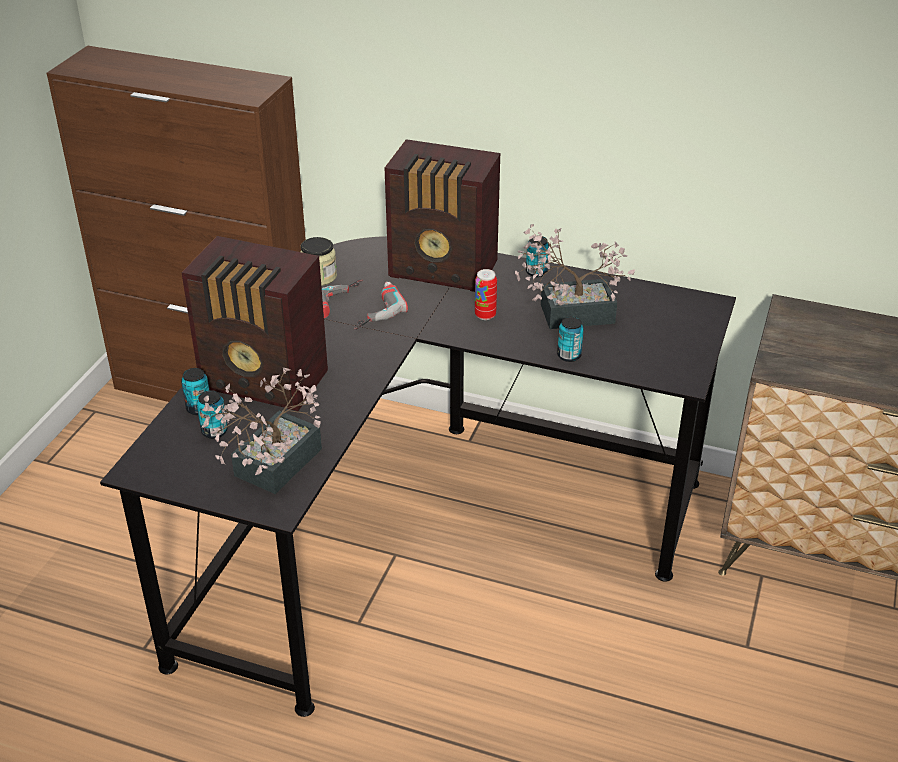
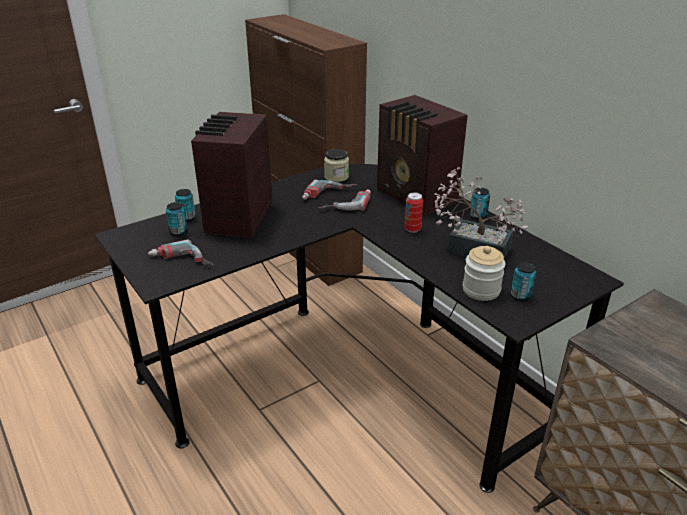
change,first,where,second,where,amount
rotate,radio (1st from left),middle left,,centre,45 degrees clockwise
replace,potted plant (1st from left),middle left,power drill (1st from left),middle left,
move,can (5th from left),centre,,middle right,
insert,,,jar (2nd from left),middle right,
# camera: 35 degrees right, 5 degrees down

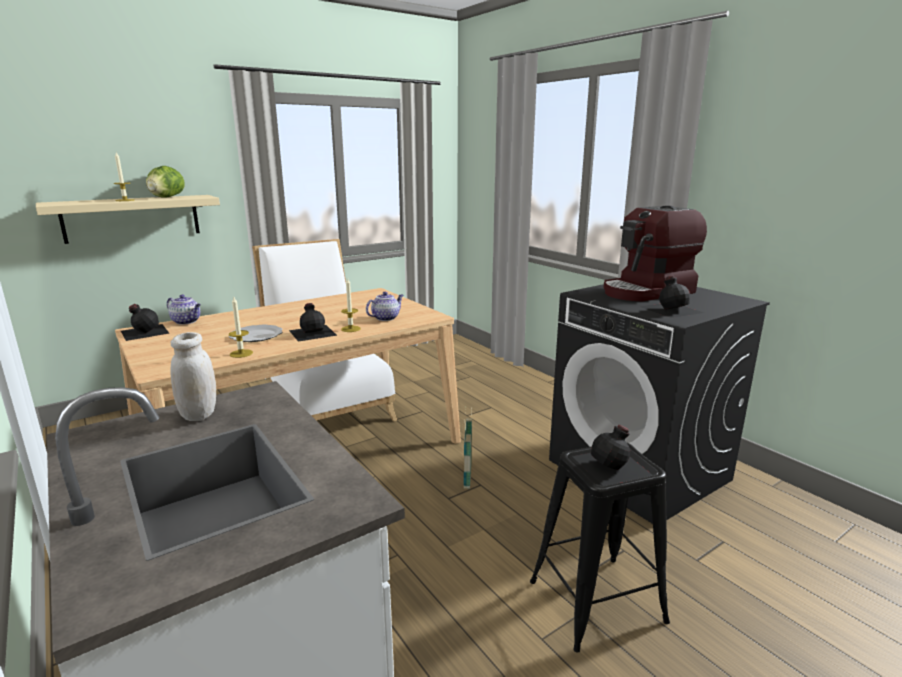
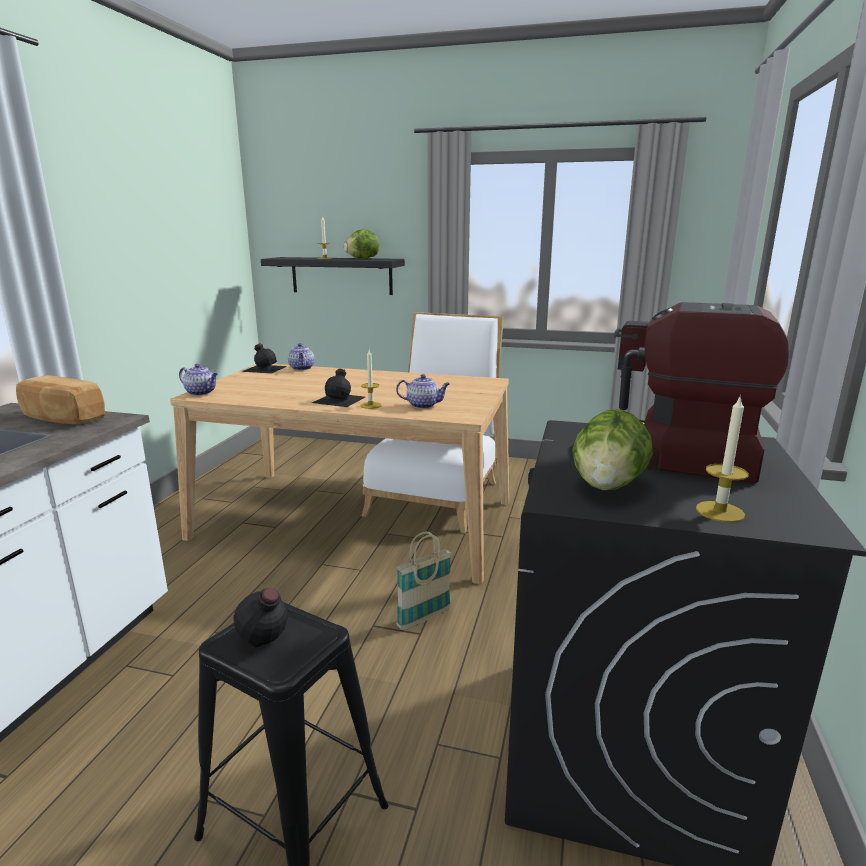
change,first,where,second,where,amount
recolor,beige shelf,top left,black shelf,top centre,
replace,white jar,middle left,bread,middle left,
move,candle (2nd from left in the first image),middle left,candle (3rd from left),middle right,
delete,plate,middle left,,,
replace,black bottle (4th from left),middle right,lettuce (2nd from left),middle right,
insert,,,teapot (1st from left),middle left,
# camera: 50 degrees right, 0 degrees up

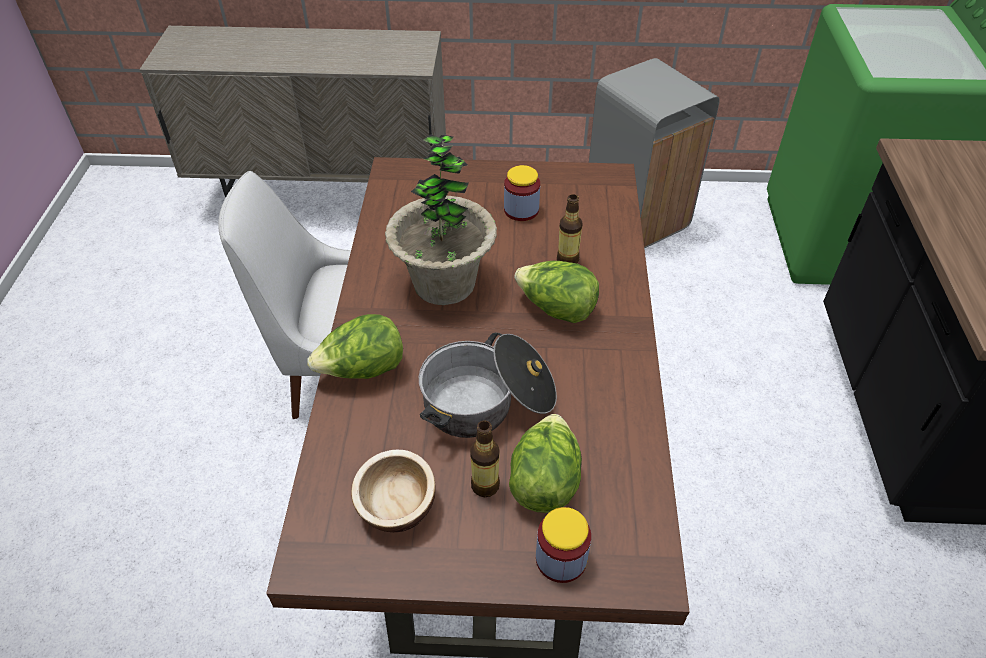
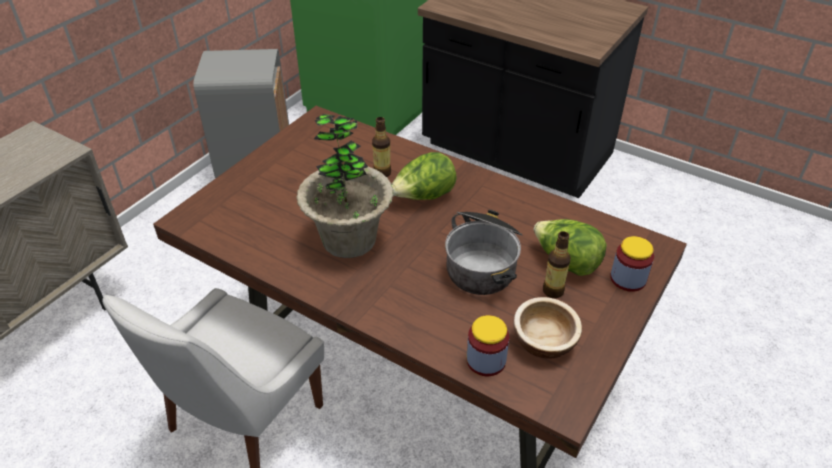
change,first,where,second,where,amount
delete,lettuce (1st from left),centre,,,
move,jar (1st from left),top centre,,bottom centre,
# camera: 60 degrees left, 5 degrees down

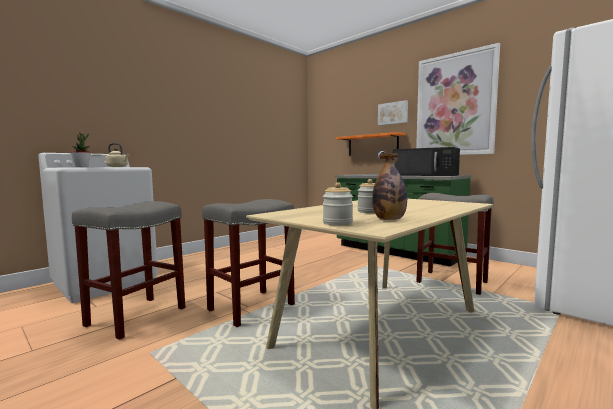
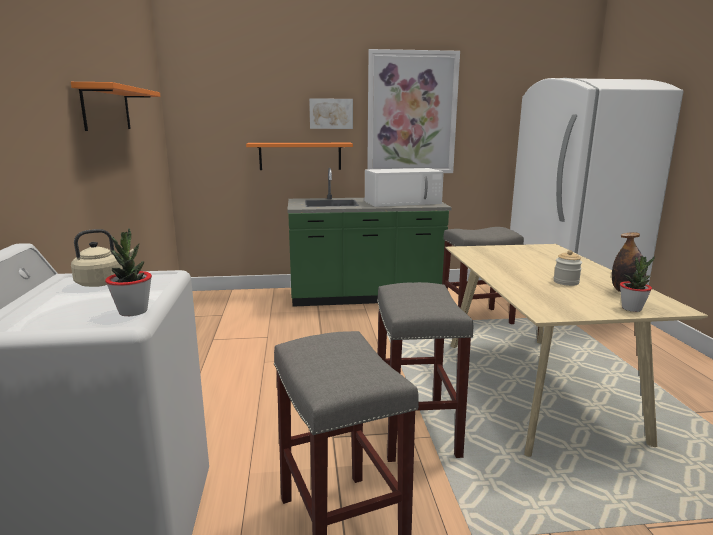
change,first,where,second,where,amount
replace,jar (1st from left),centre,potted plant (2nd from left),middle right,
recolor,black microwave,middle right,white microwave,centre,
insert,,,orange shelf (1st from left),top left,
# camera: 50 degrees left, 10 degrees up

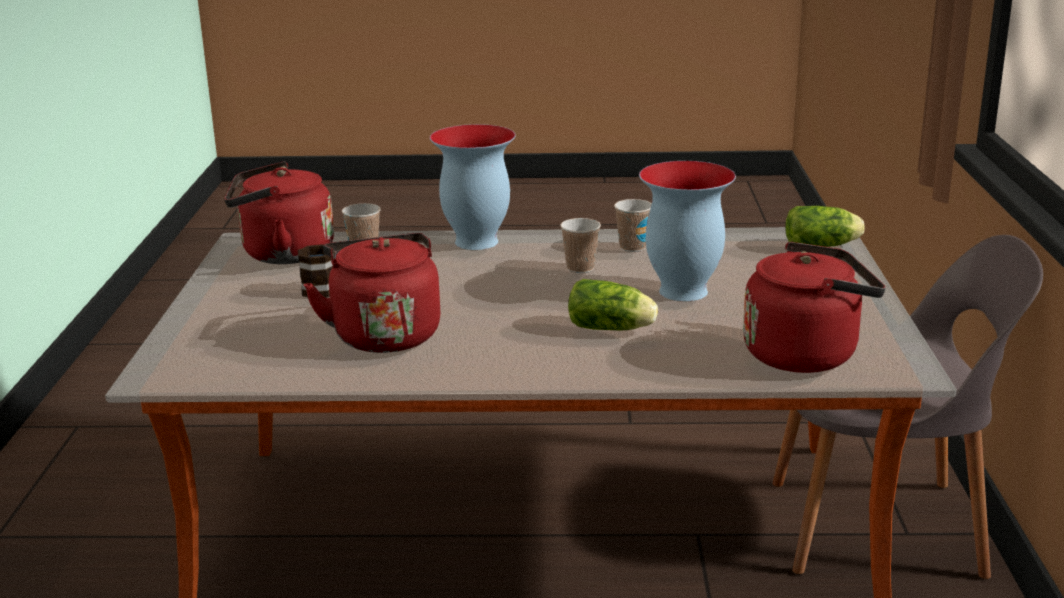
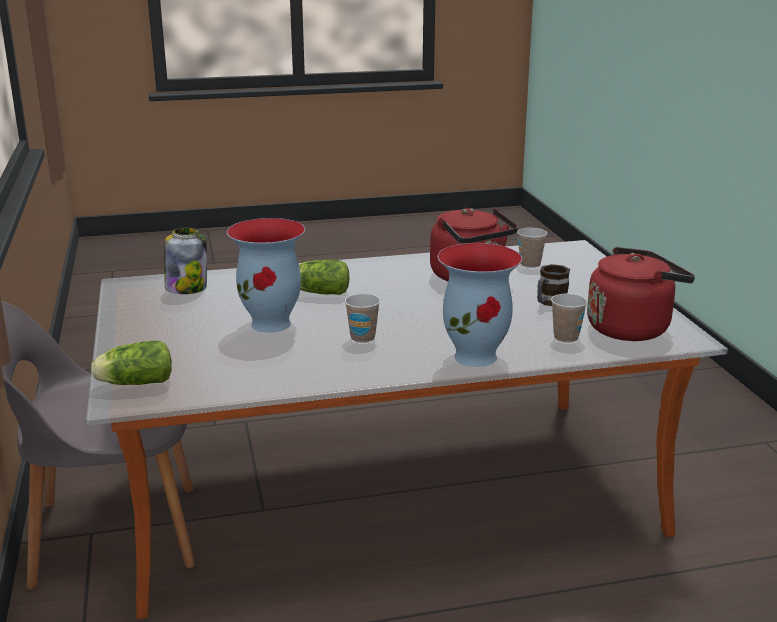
change,first,where,second,where,amount
move,cup (3rd from left in the first image),centre,cup (2nd from left),middle right,
replace,red kettle (3rd from left),middle right,jar,middle left,
# camera: 165 degrees right, 0 degrees up

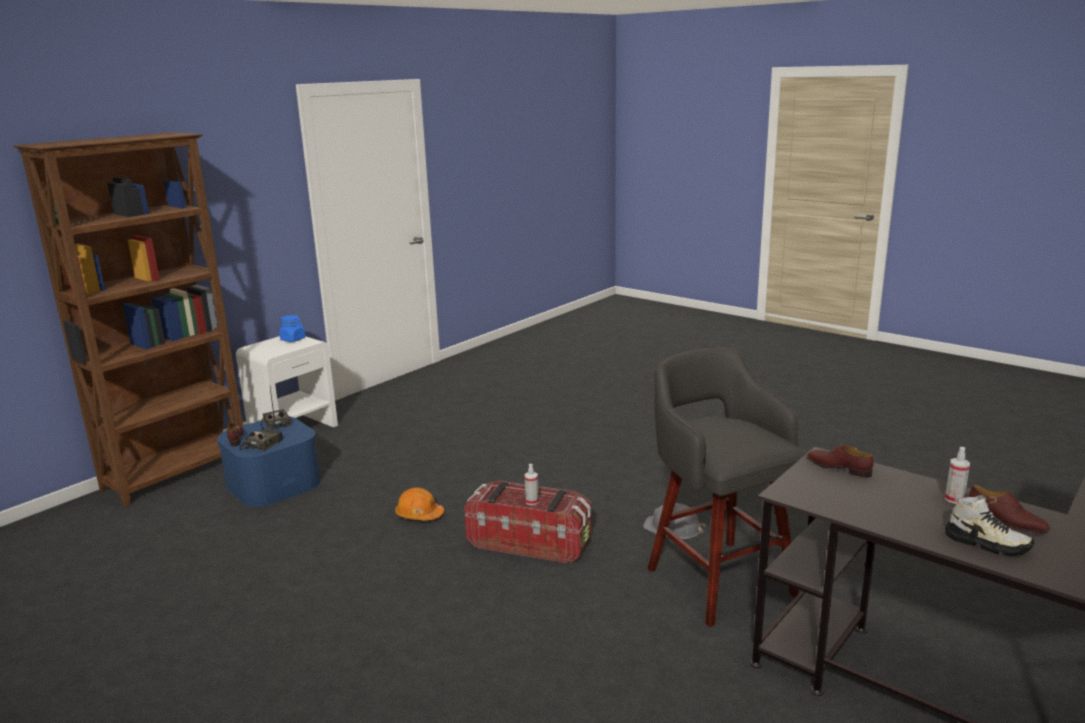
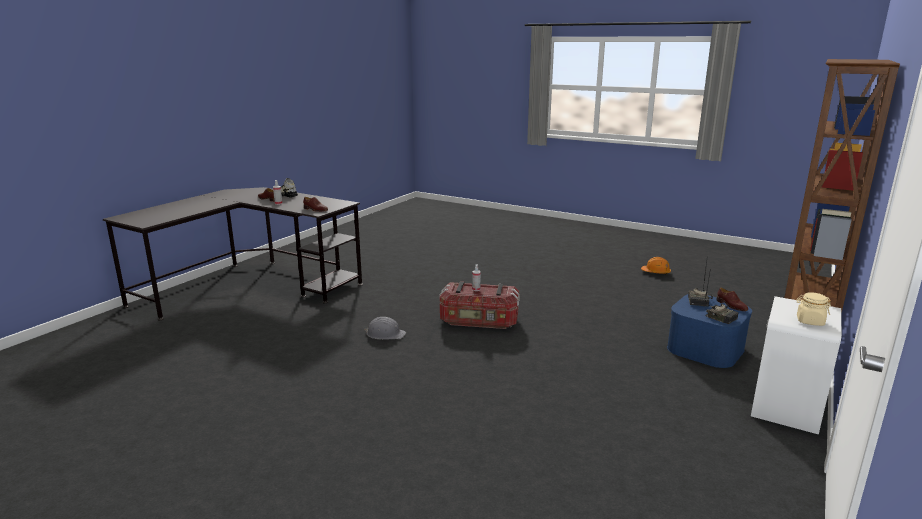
change,first,where,second,where,amount
recolor,blue jar,middle left,beige jar,middle right,
move,orange hard hat,bottom centre,,middle right,
delete,grey stool,bottom right,,,
# camera: 170 degrees right, 0 degrees up

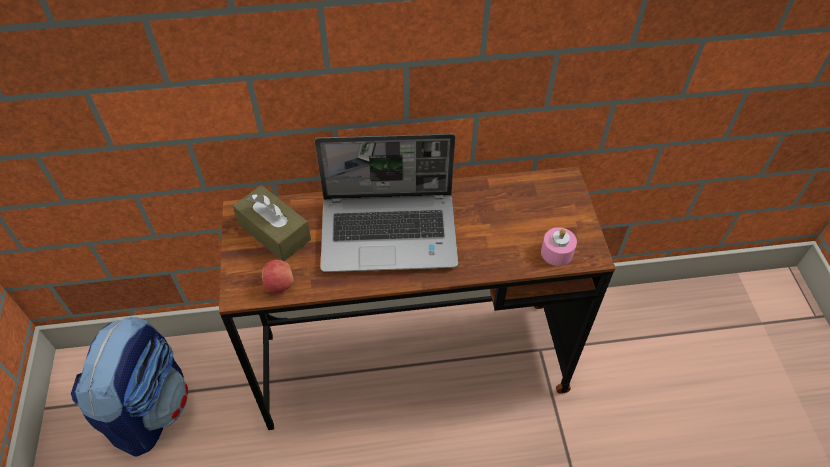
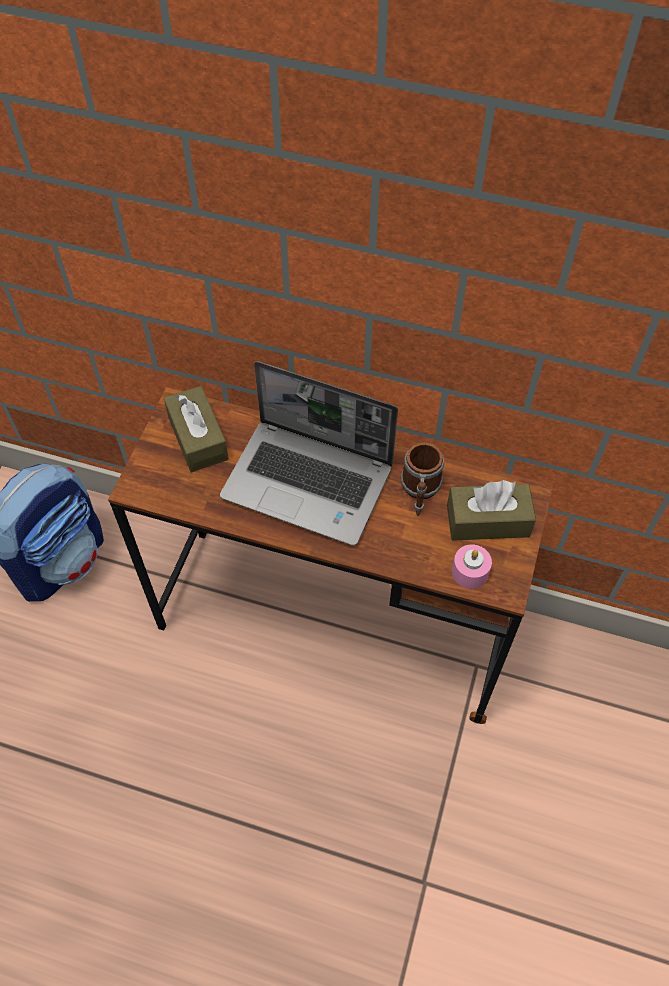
change,first,where,second,where,amount
delete,apple,centre,,,
insert,,,mug,centre,
insert,,,brown tissue box (2nd from left),middle right,
# camera: 25 degrees right, 5 degrees up

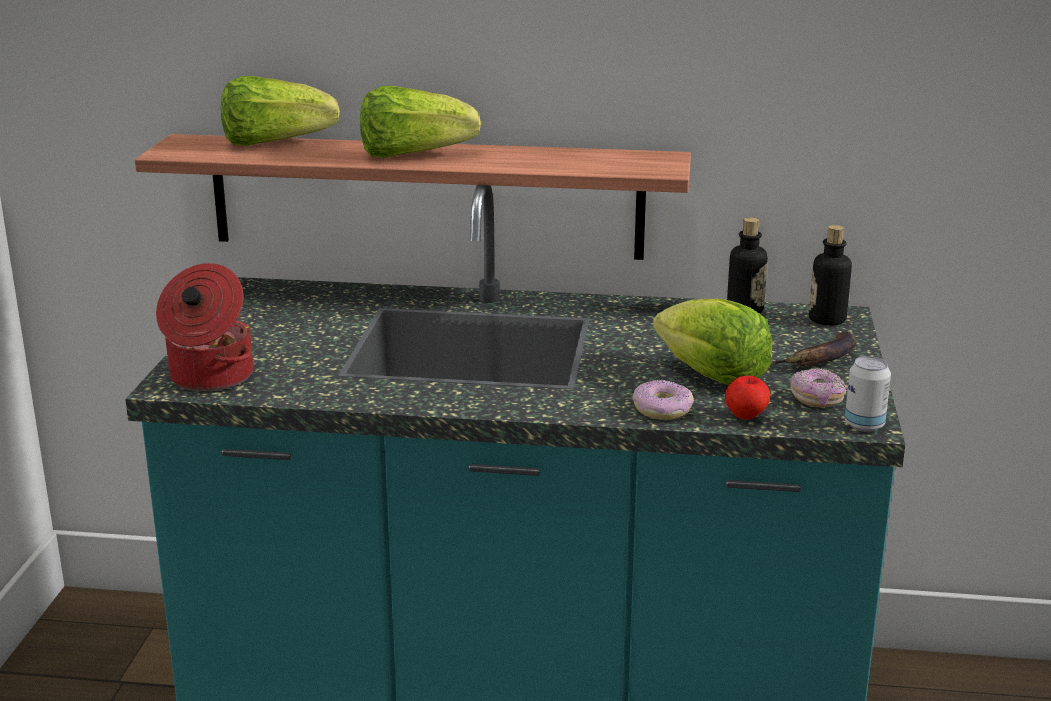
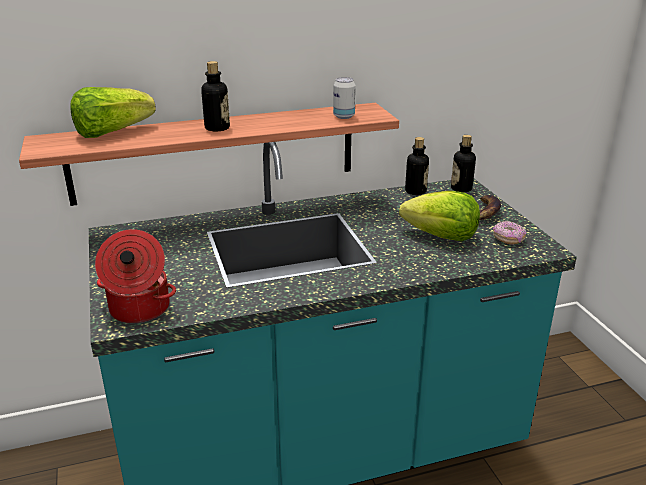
change,first,where,second,where,amount
replace,lettuce (2nd from left),top centre,bottle (1st from left),top left,
delete,donut (1st from left),centre,,,
delete,apple,middle right,,,
move,can,middle right,,top centre,
# camera: 25 degrees left, 5 degrees up

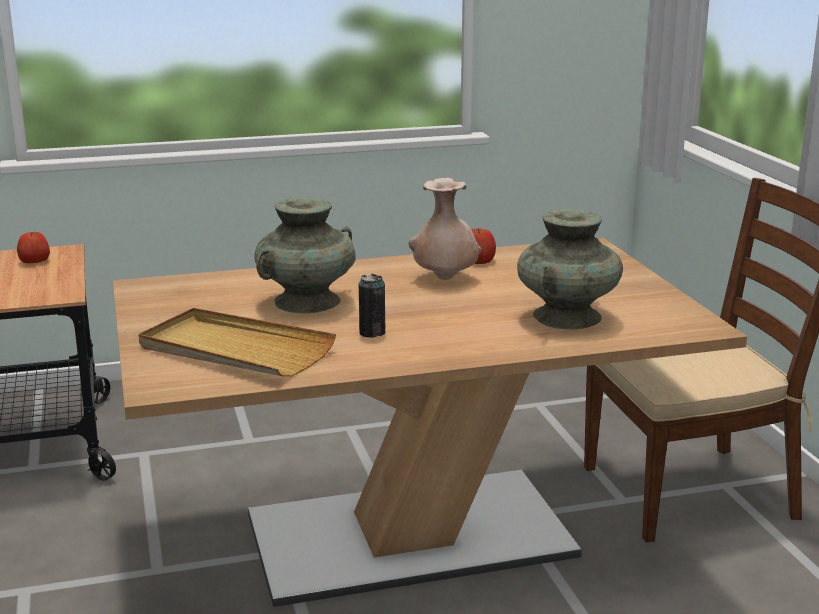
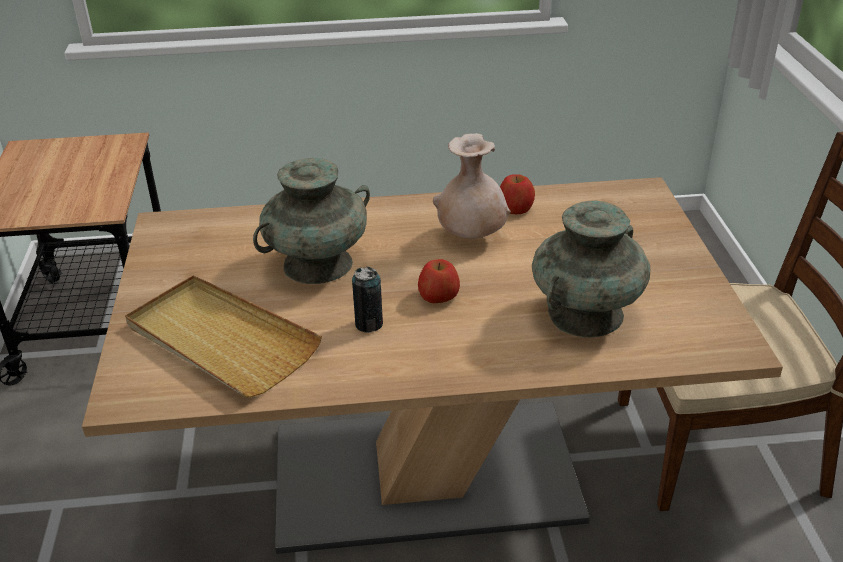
change,first,where,second,where,amount
move,apple (1st from left),middle left,,centre,
# camera: 10 degrees right, 15 degrees up

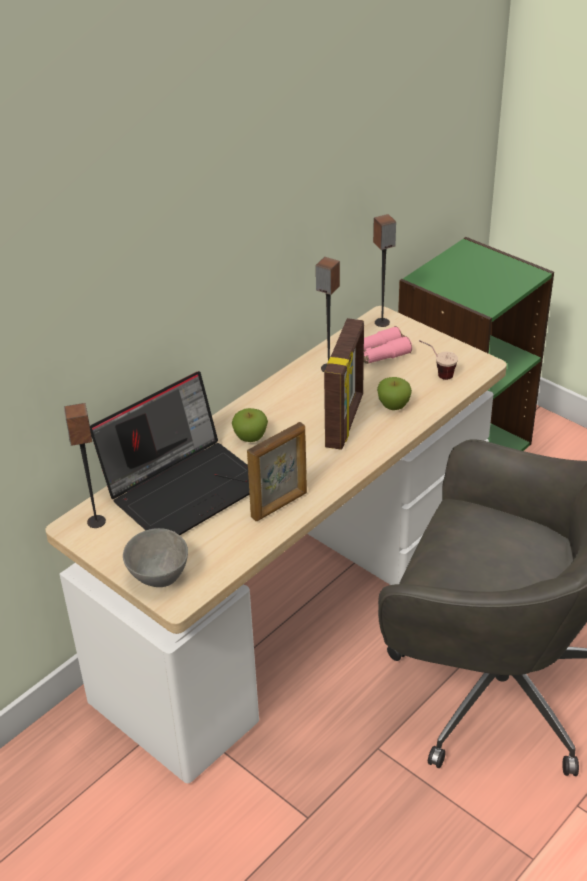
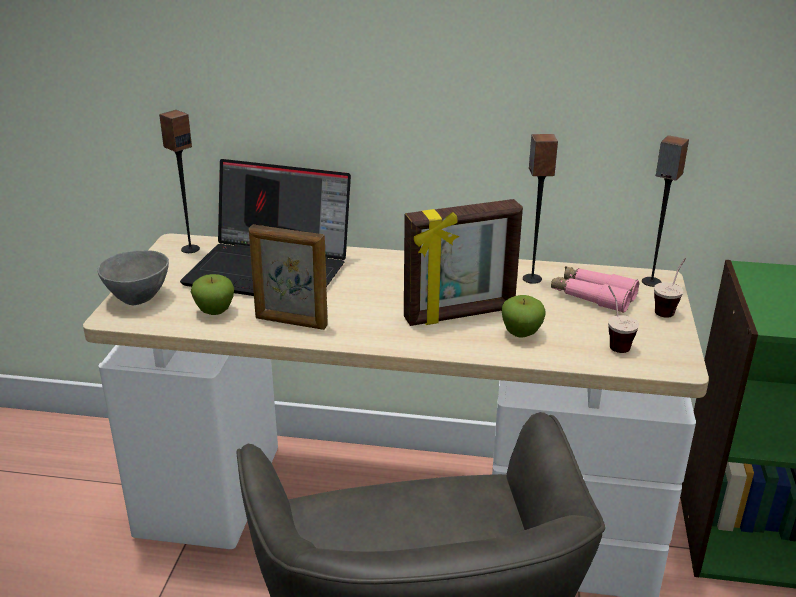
change,first,where,second,where,amount
move,apple (1st from left),centre,,middle left,
insert,,,cup (2nd from left),middle right,
# camera: 55 degrees right, 10 degrees down

